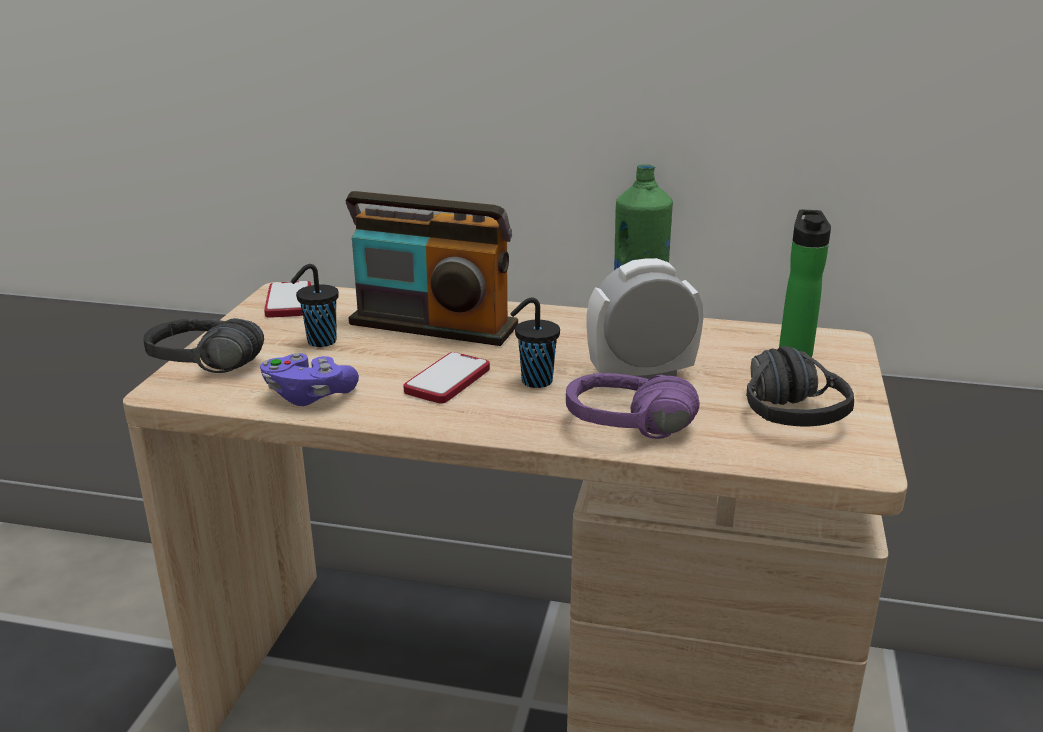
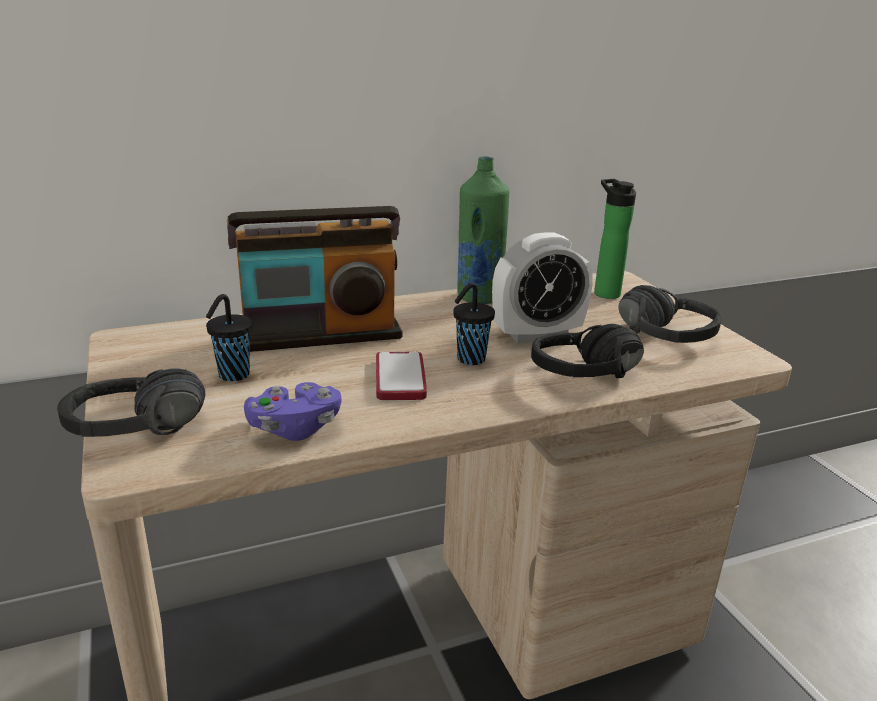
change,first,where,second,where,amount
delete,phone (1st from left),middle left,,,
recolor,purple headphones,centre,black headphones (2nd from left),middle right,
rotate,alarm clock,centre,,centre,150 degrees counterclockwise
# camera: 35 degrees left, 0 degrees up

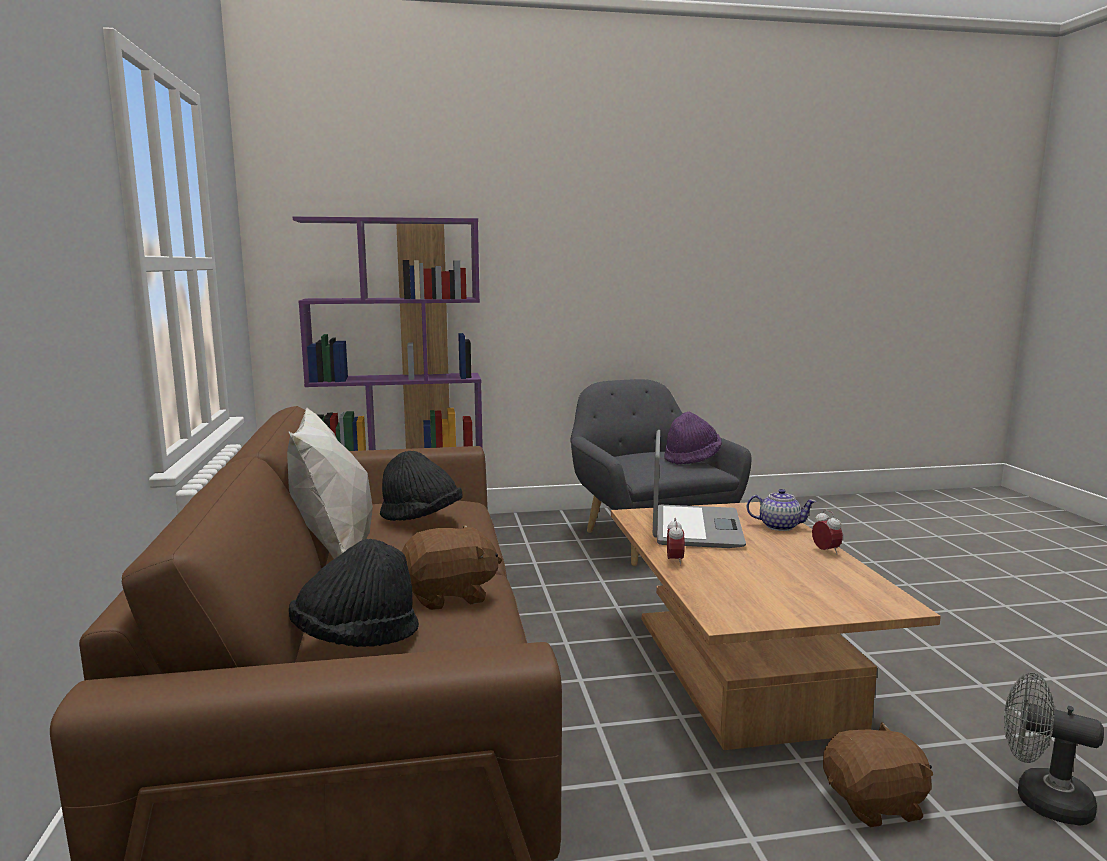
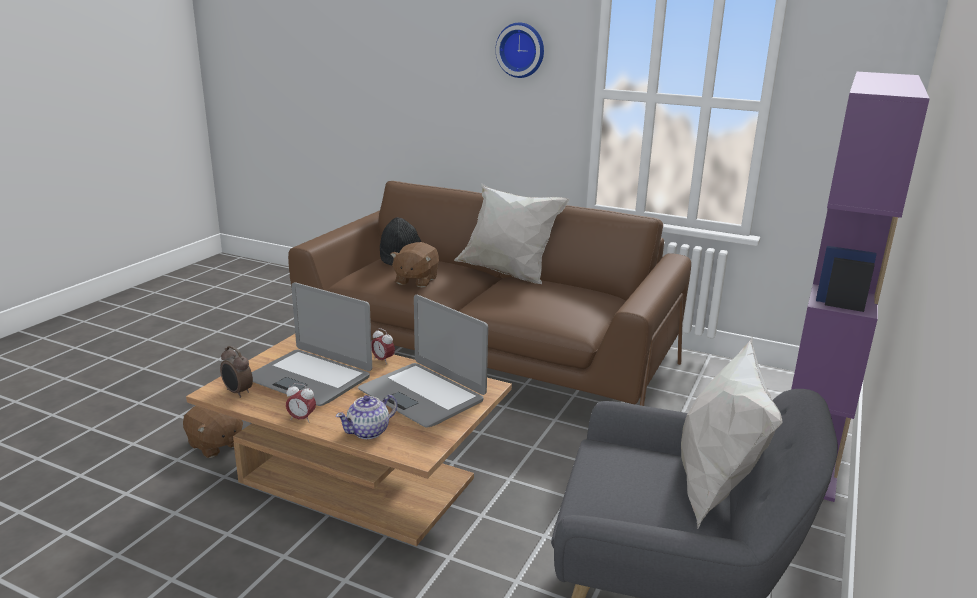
change,first,where,second,where,amount
delete,black hat (2nd from left),centre,,,
delete,purple hat,centre,,,
rotate,brown plush toy (2nd from left in the first image),bottom right,brown plush toy (1st from left),bottom left,75 degrees counterclockwise
delete,grey fan,bottom right,,,
insert,,,alarm clock (1st from left),middle left,
insert,,,laptop (1st from left),middle left,
insert,,,wall clock,top centre,
insert,,,white pillow (2nd from left),bottom right,
# camera: 125 degrees right, 10 degrees up

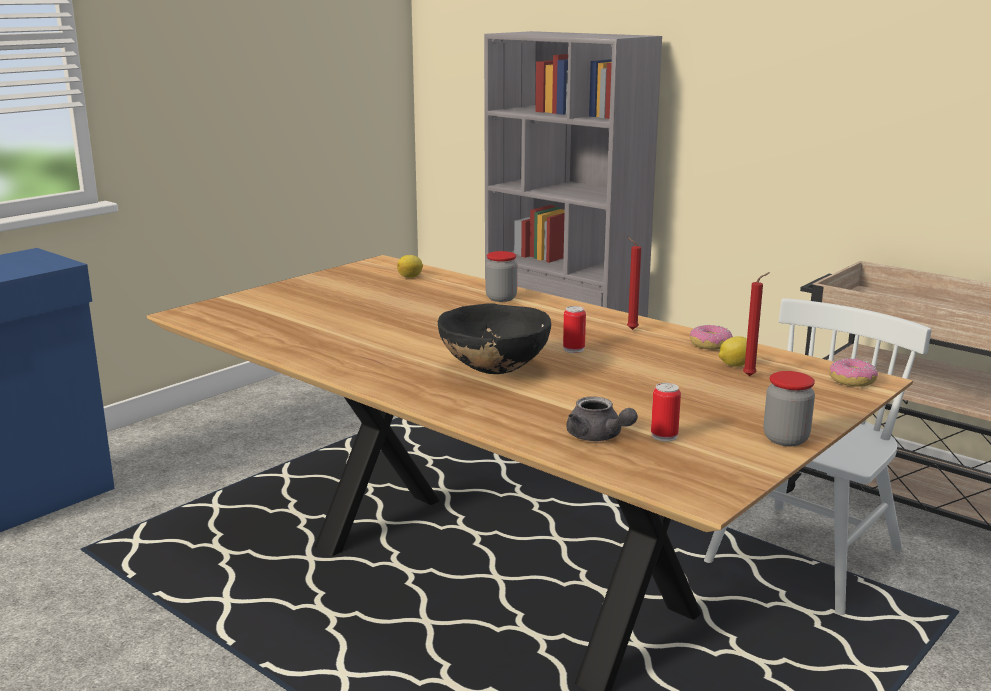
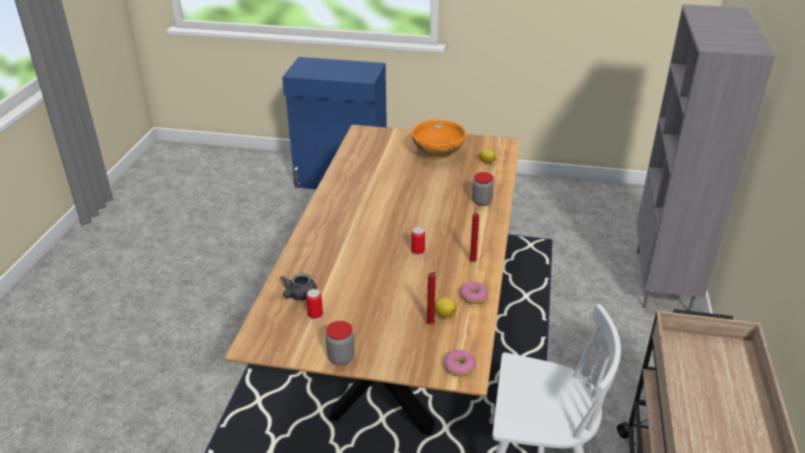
change,first,where,second,where,amount
delete,black bowl,centre,,,
insert,,,orange bowl,top centre,
# camera: 60 degrees right, 15 degrees up

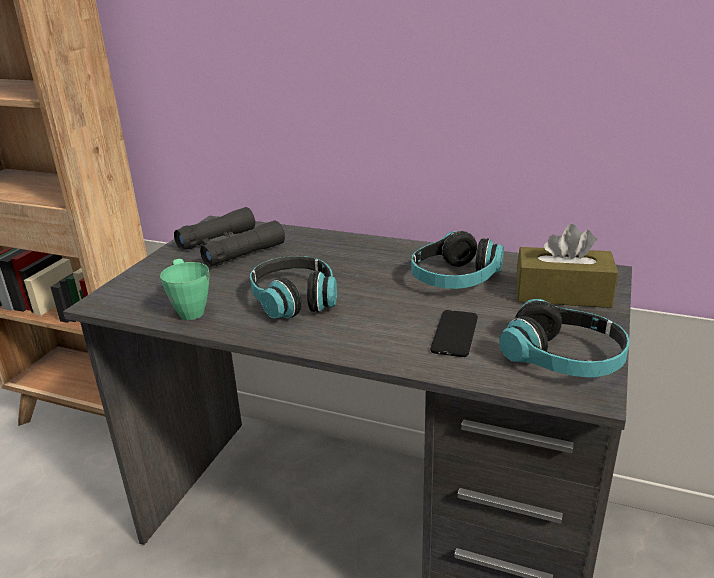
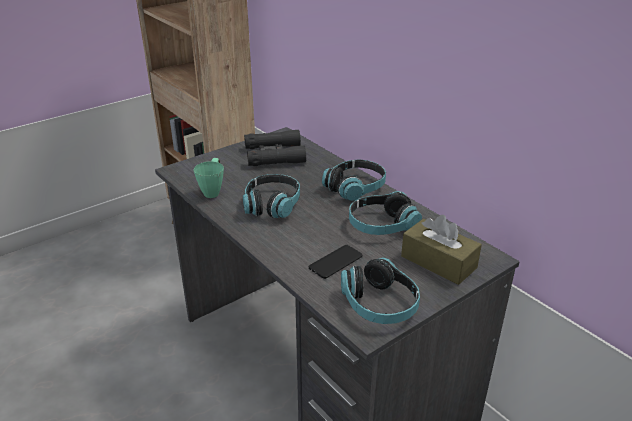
change,first,where,second,where,amount
insert,,,headphones (2nd from left),centre,
# camera: 30 degrees right, 5 degrees up

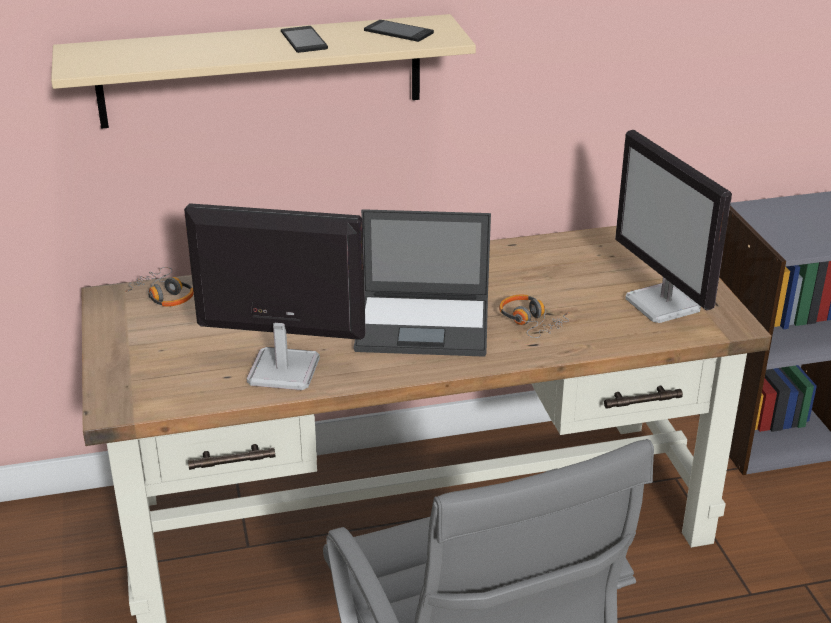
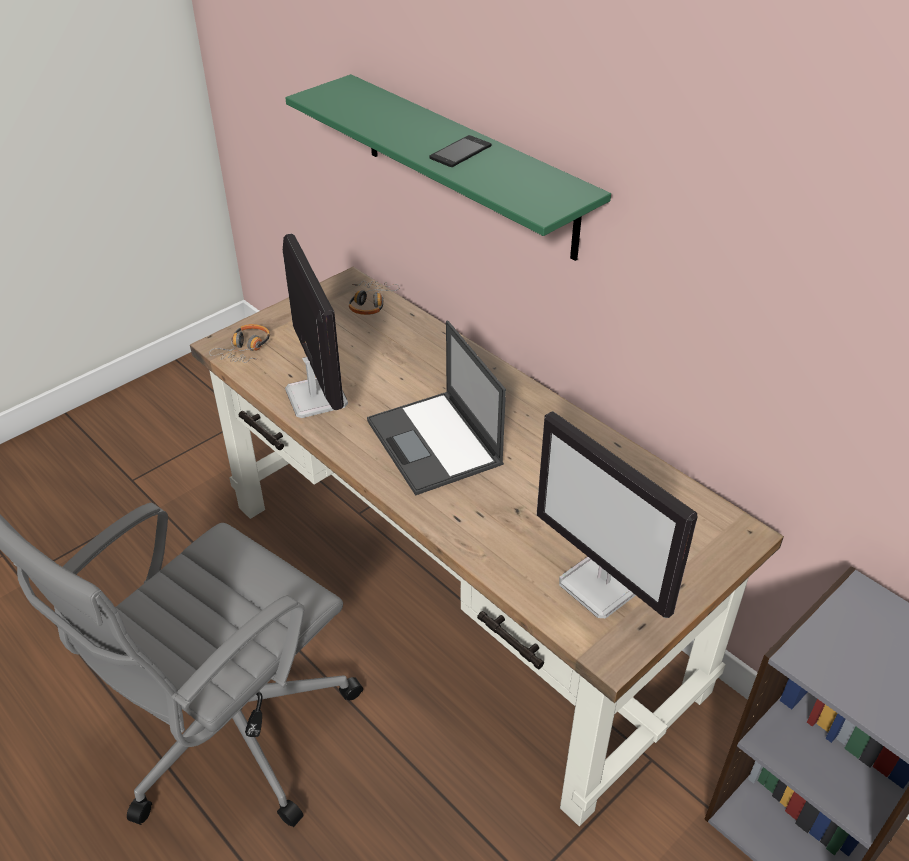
change,first,where,second,where,amount
recolor,beige shelf,top left,green shelf,top centre,
delete,phone (2nd from left),top centre,,,
move,headphones (2nd from left in the first image),centre,headphones (1st from left),middle left,
rotate,monitor (2nd from left),middle right,,middle right,75 degrees counterclockwise
# camera: 60 degrees right, 10 degrees up

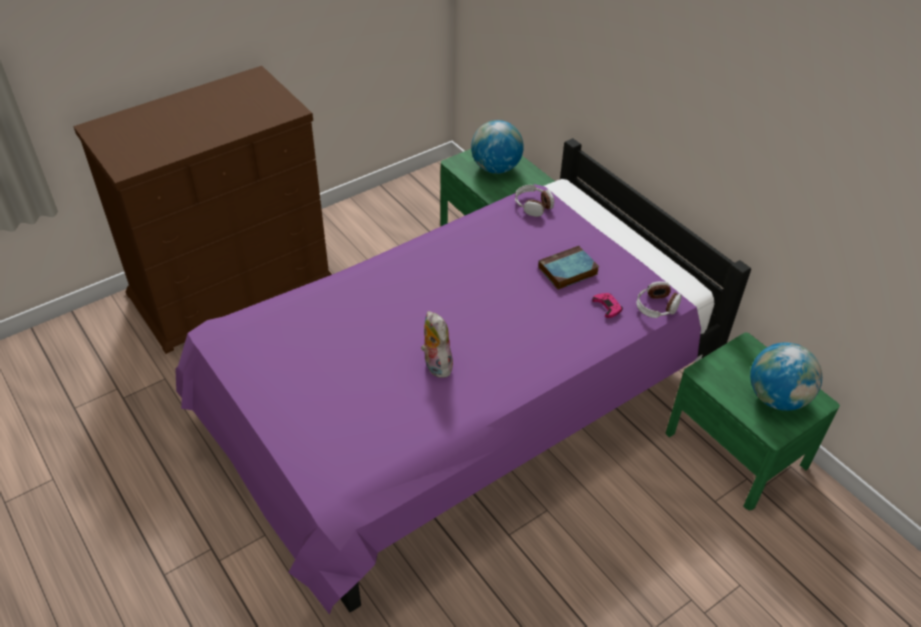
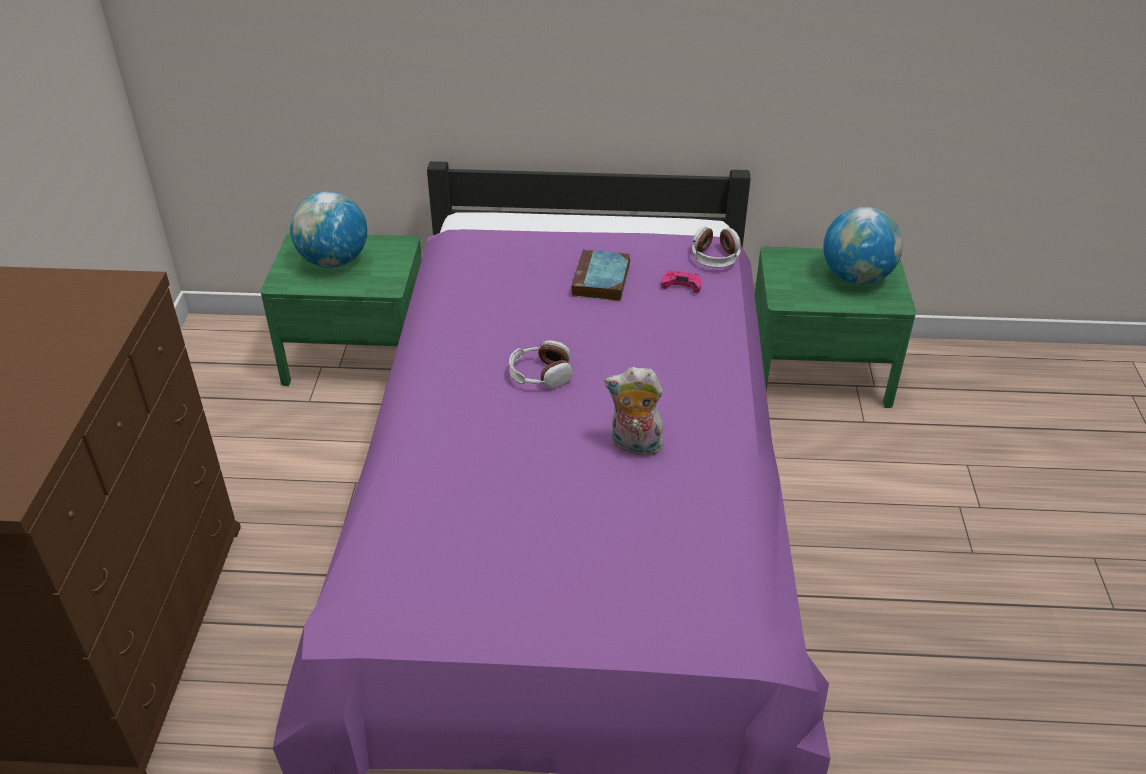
change,first,where,second,where,amount
move,headphones (1st from left),top centre,,centre,
# camera: 50 degrees left, 5 degrees down

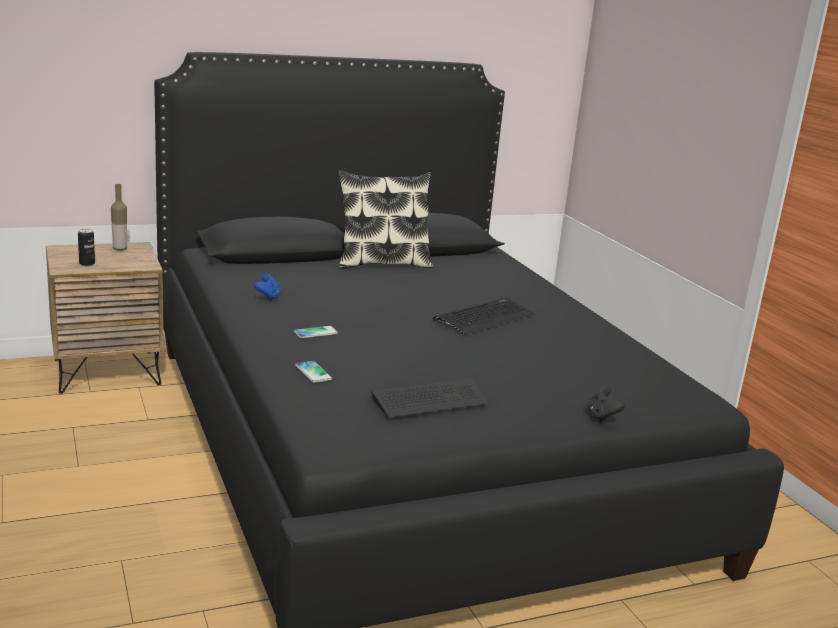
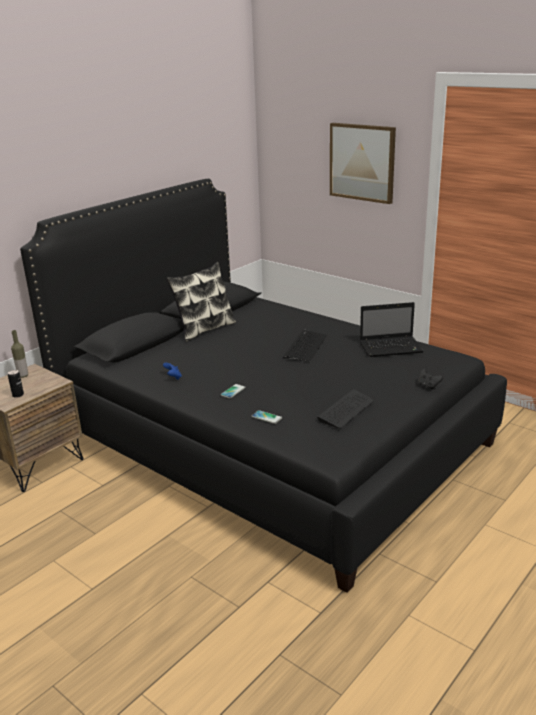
change,first,where,second,where,amount
insert,,,picture,top right,
insert,,,laptop,middle right,
# camera: 25 degrees left, 5 degrees up

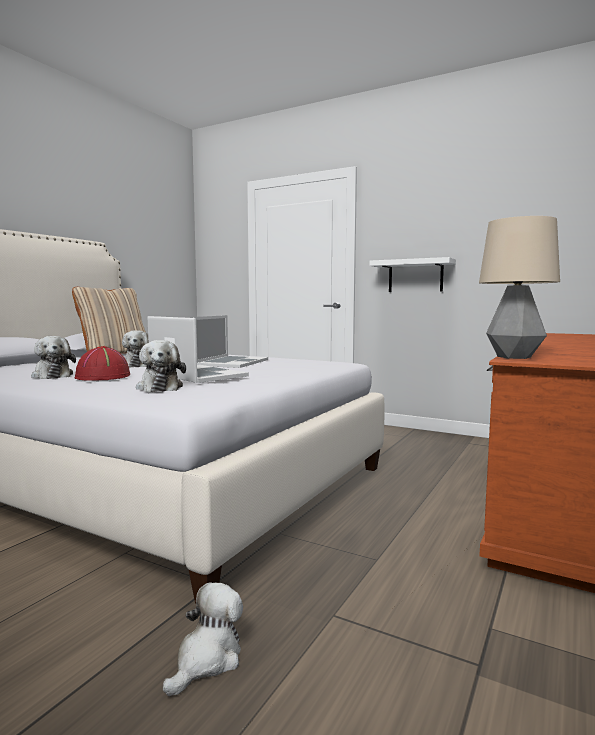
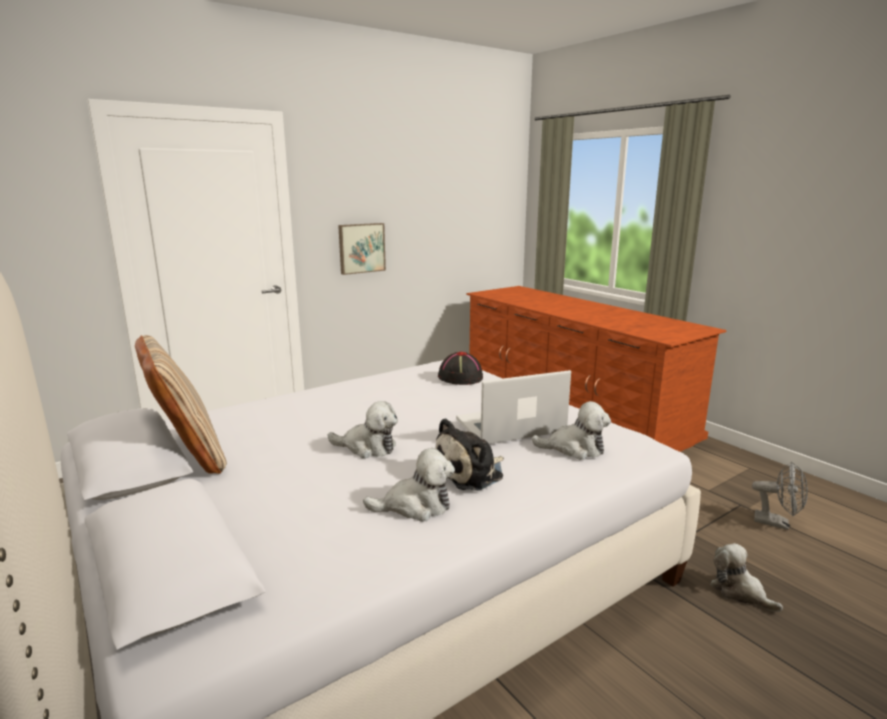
change,first,where,second,where,amount
replace,red hat,middle left,plush toy (3rd from left),centre,
delete,laptop (2nd from left),centre,,,
replace,white shelf,middle right,picture,centre,
delete,table lamp,middle right,,,
insert,,,black hat,centre,
insert,,,grey fan,bottom right,
# camera: 65 degrees left, 10 degrees up

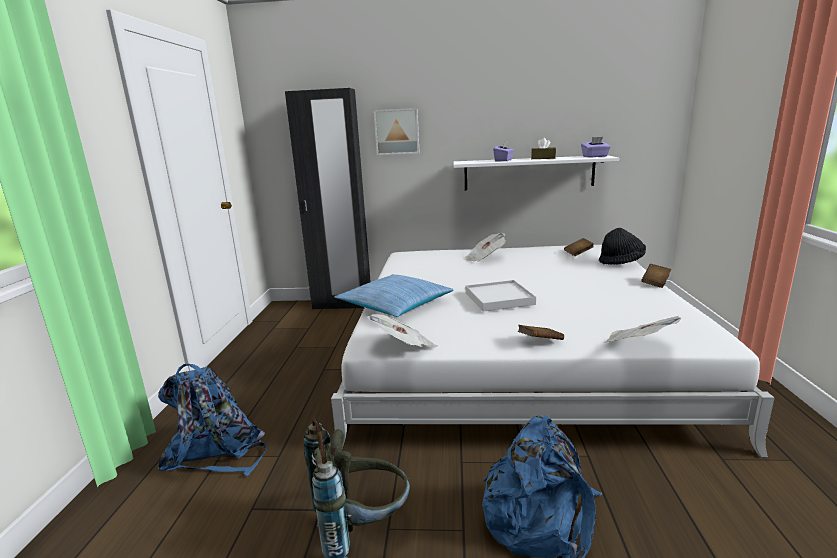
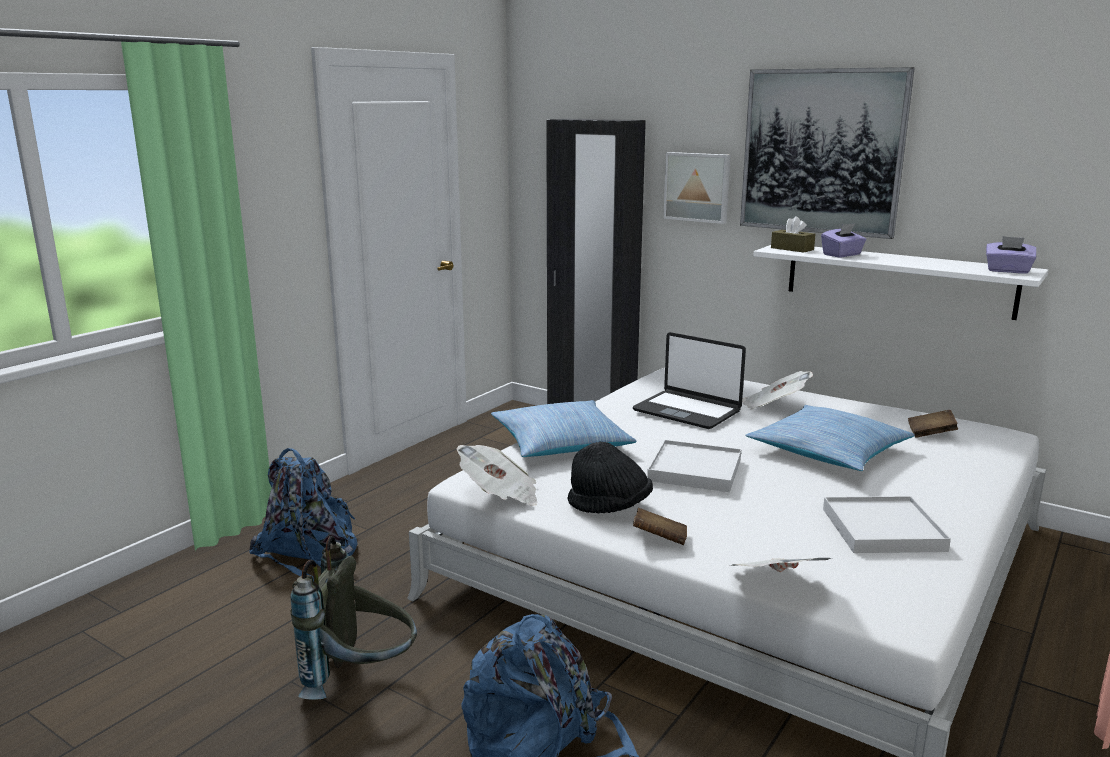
change,first,where,second,where,amount
move,brown tissue box,top centre,,top right,
move,black hat,middle right,,centre,
delete,brown book (3rd from left),middle right,,,
insert,,,laptop,centre,
insert,,,picture (2nd from left),top right,
insert,,,pillow (2nd from left),middle right,
insert,,,white tray (2nd from left),bottom right,
# camera: 30 degrees right, 0 degrees up

